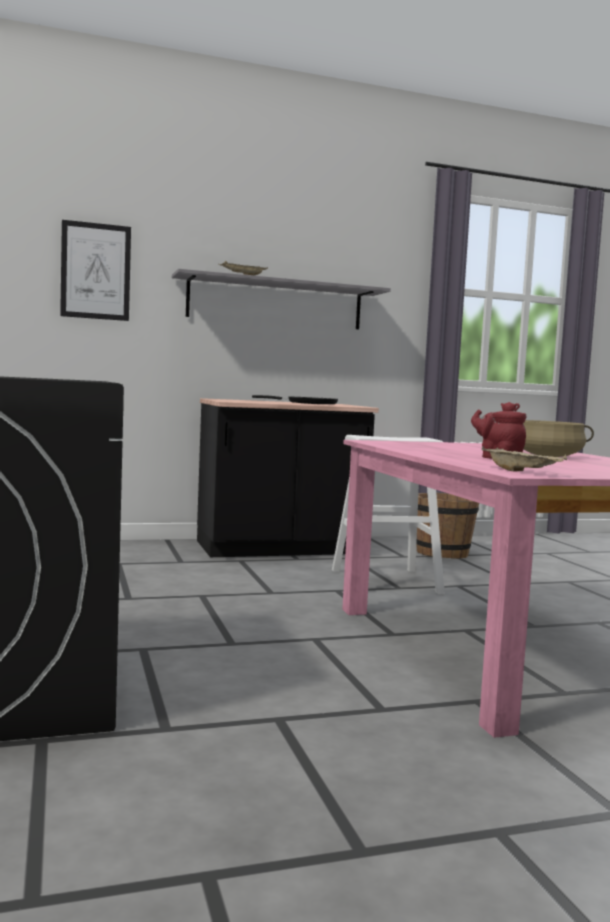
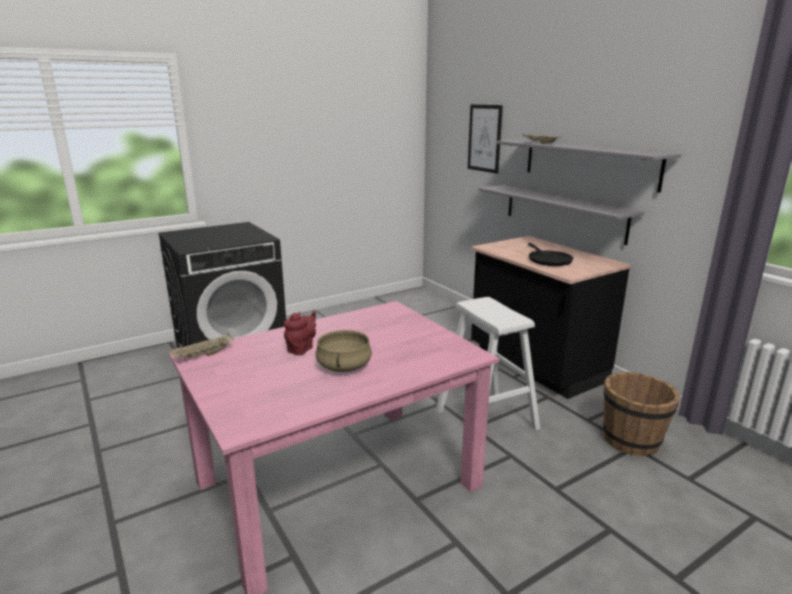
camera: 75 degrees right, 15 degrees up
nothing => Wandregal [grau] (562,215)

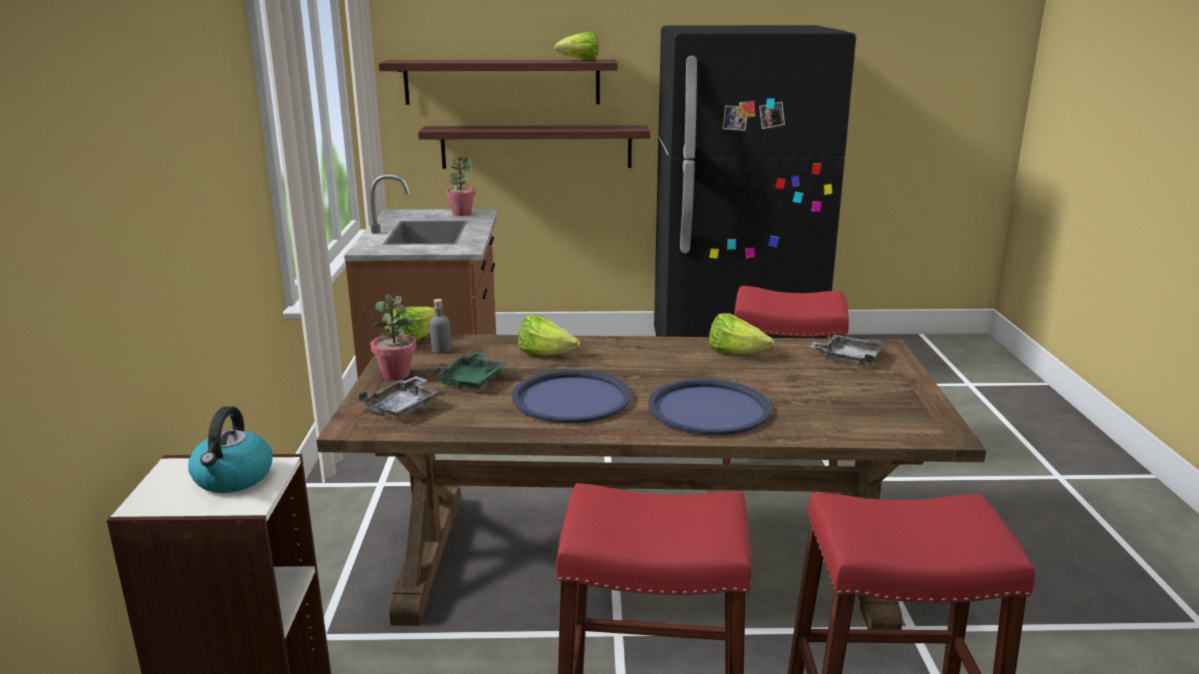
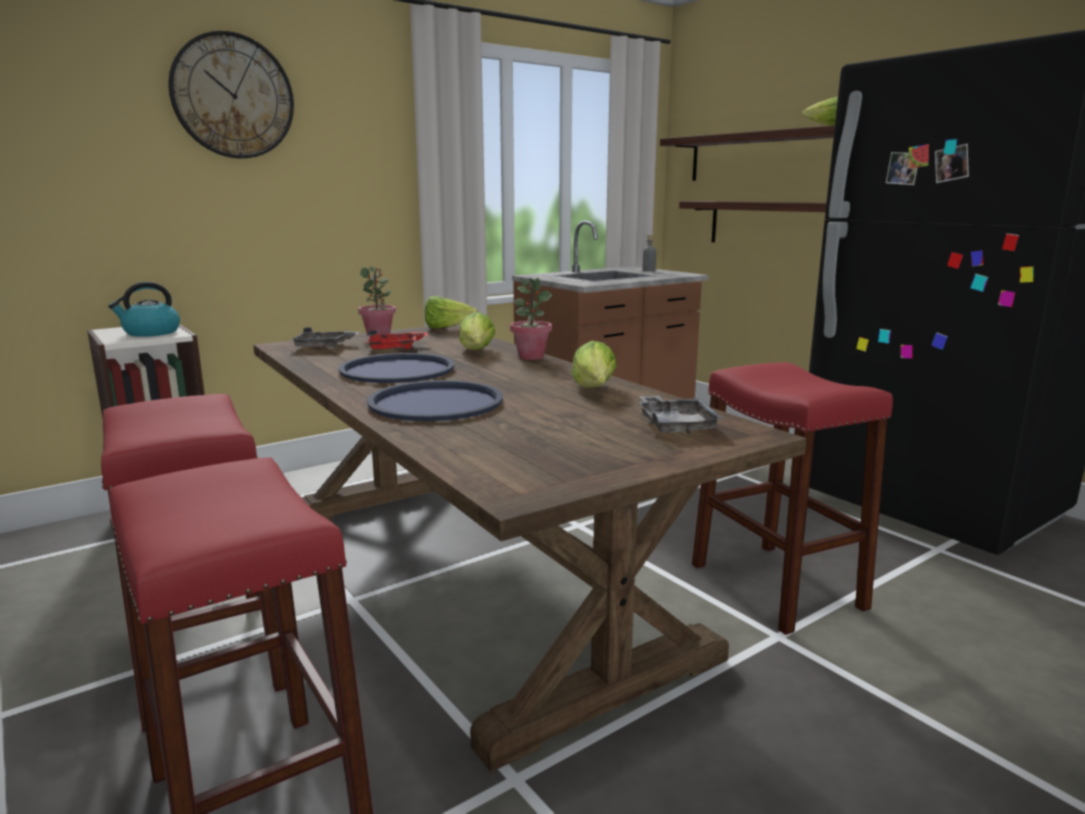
camera: 55 degrees right, 5 degrees down
Flasche [grau] (440,326) => Flasche [grau] (649,253), moved
Tablett [grün] (470,370) => Tablett [rot] (397,339)
Topfpflanze (460,186) => Topfpflanze (531,319), moved
nothing => Wanduhr (231,95)

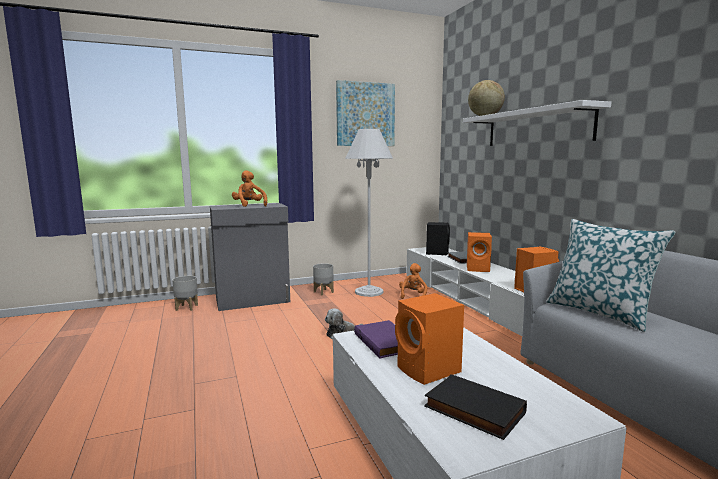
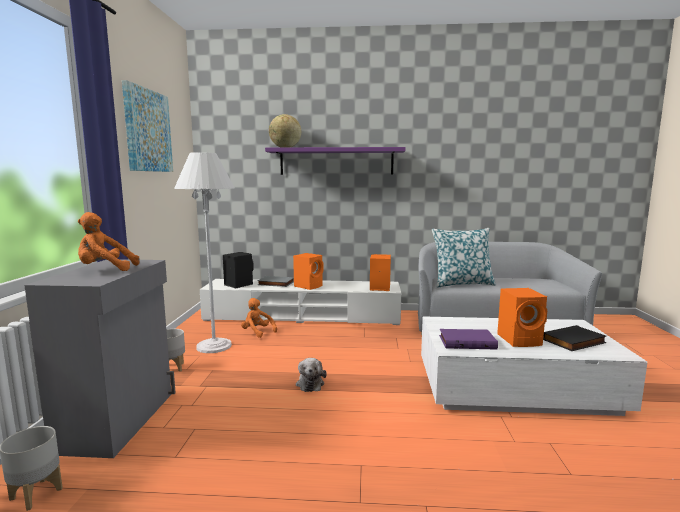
camera: 65 degrees left, 0 degrees up
Wandregal [weiß] (537,123) => Wandregal [lila] (335,161)

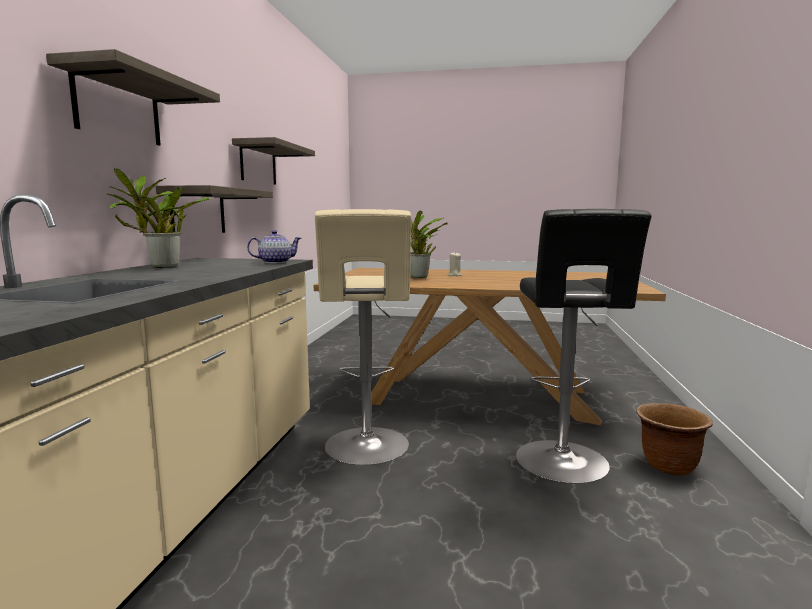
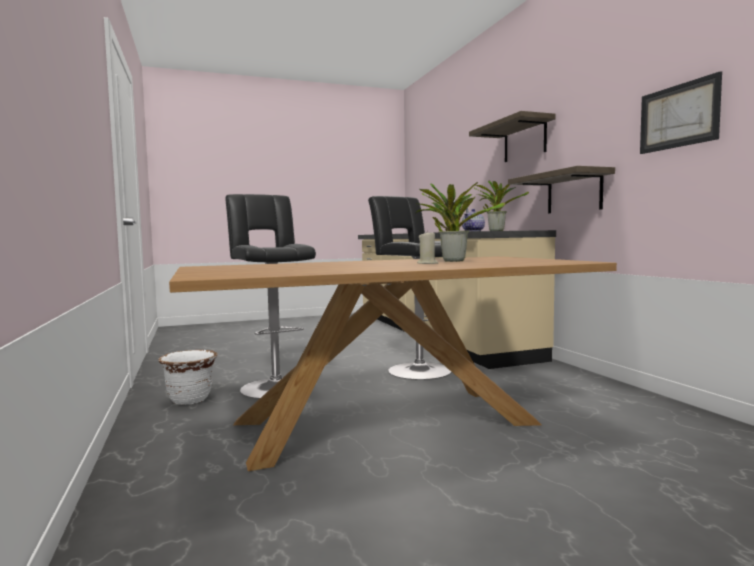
camera: 150 degrees right, 5 degrees down
Wandregal (273,161) => Bild (681,112)
Hocker [beige] (363,337) => Hocker [schwarz] (409,288)
Pflanzkübel [braun] (674,439) => Pflanzkübel [weiß] (188,377)

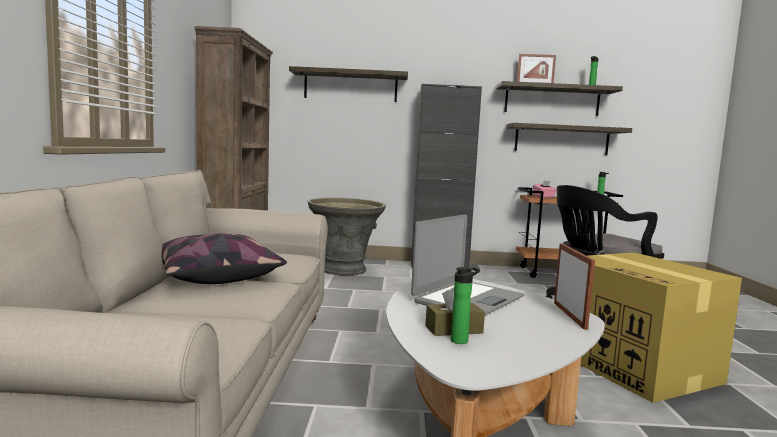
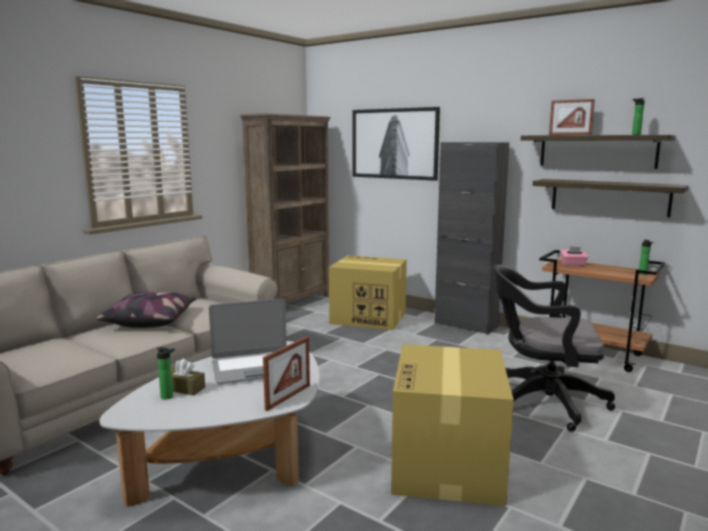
camera: 35 degrees right, 5 degrees up
Wandregal (348,84) => Bild (396,144)
Pflanzkübel [grau] (347,237) => Karton (368,293)

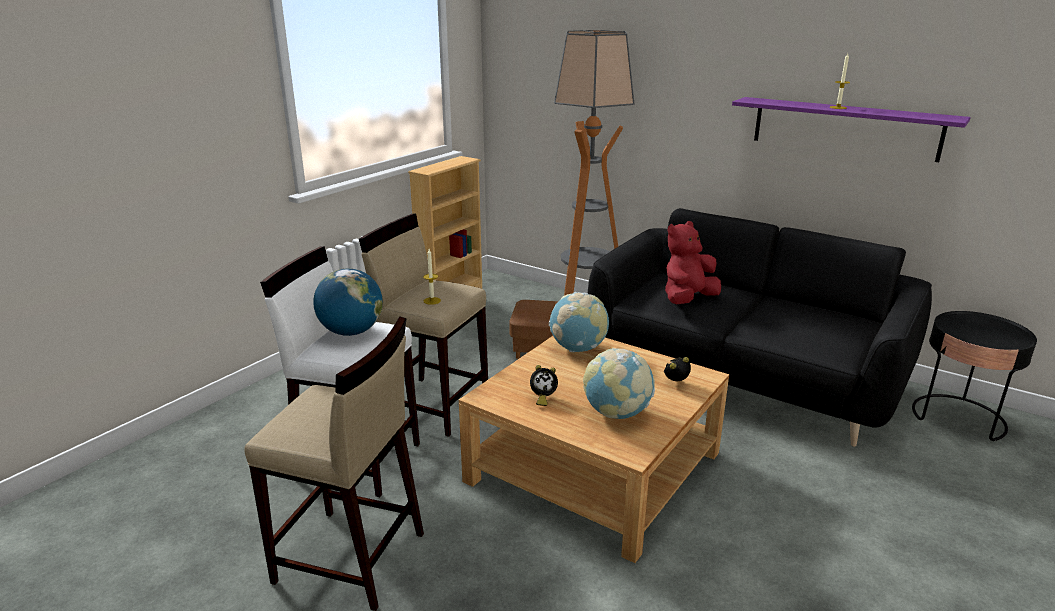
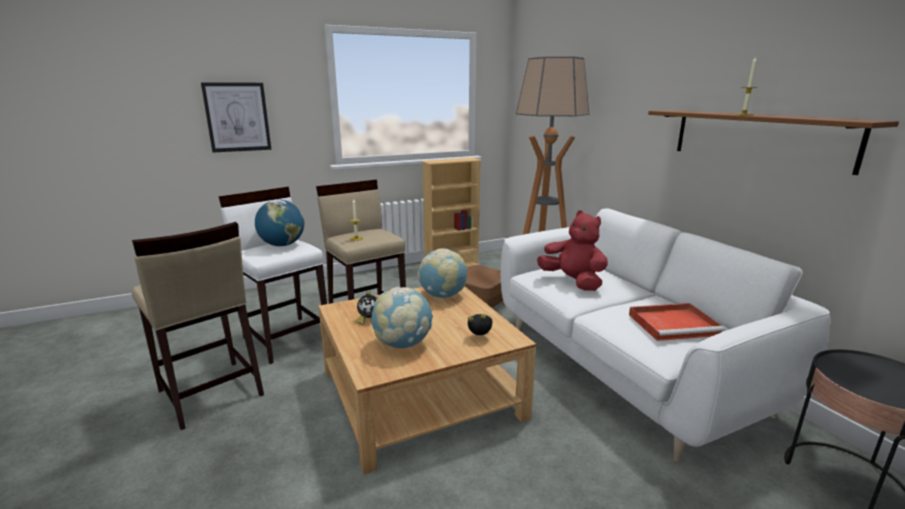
camera: 30 degrees right, 5 degrees down
Sofa [schwarz] (760,327) => Sofa [weiß] (665,334)
Plüschtier [rot] (693,262) => Plüschtier [rot] (572,250), 60 degrees clockwise
Wandregal [lila] (851,129) => Wandregal [braun] (773,142)
nothing => Bild (236,117)
nothing => Tablett [rot] (677,322)

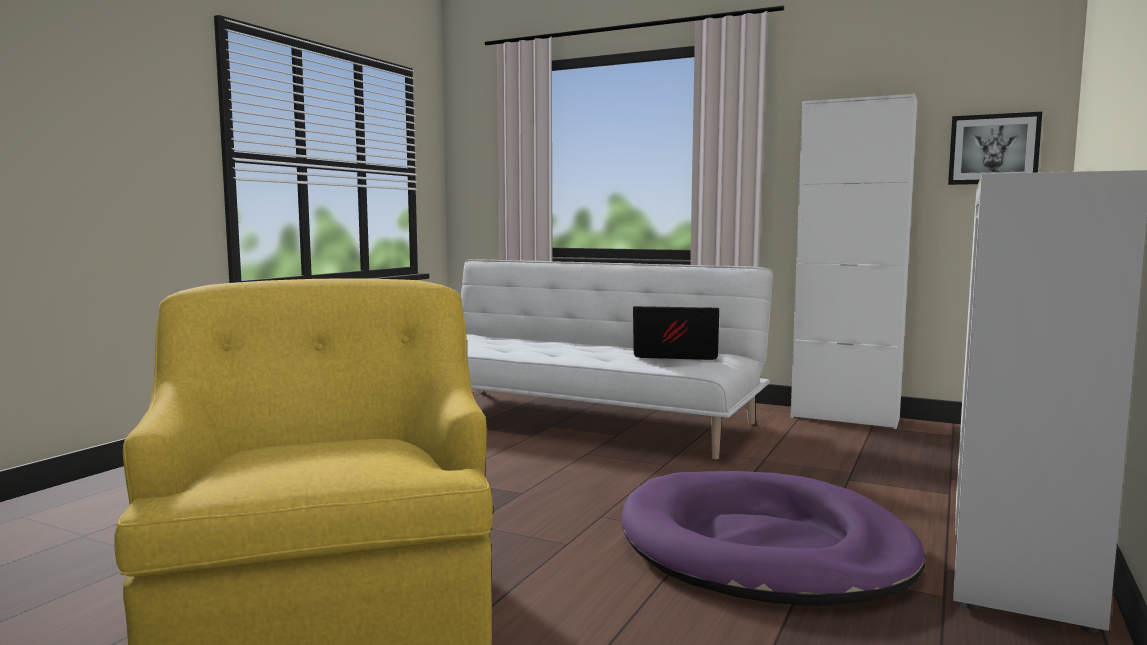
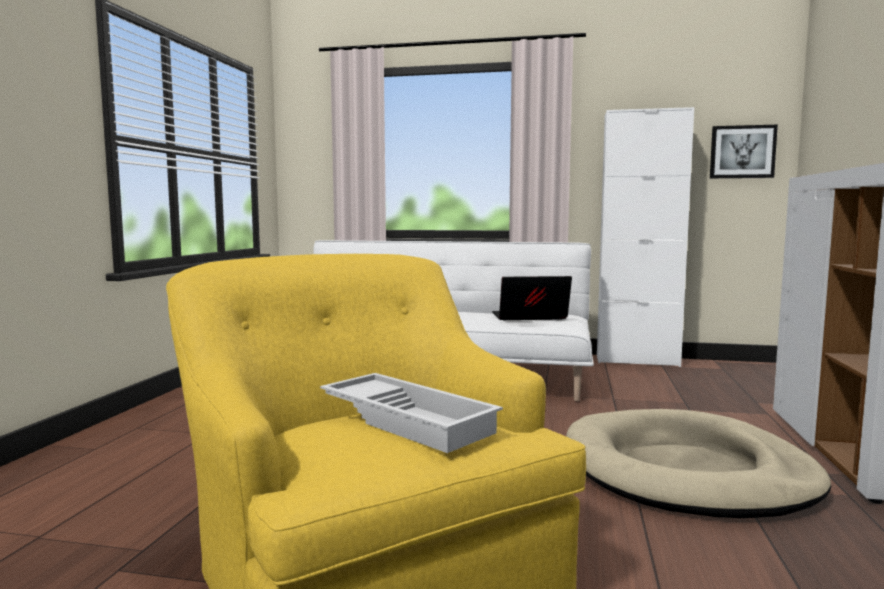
camera: 15 degrees left, 0 degrees up
Hundebett [lila] (773,538) => Hundebett [beige] (698,463)
nothing => Tablett [weiß] (411,413)

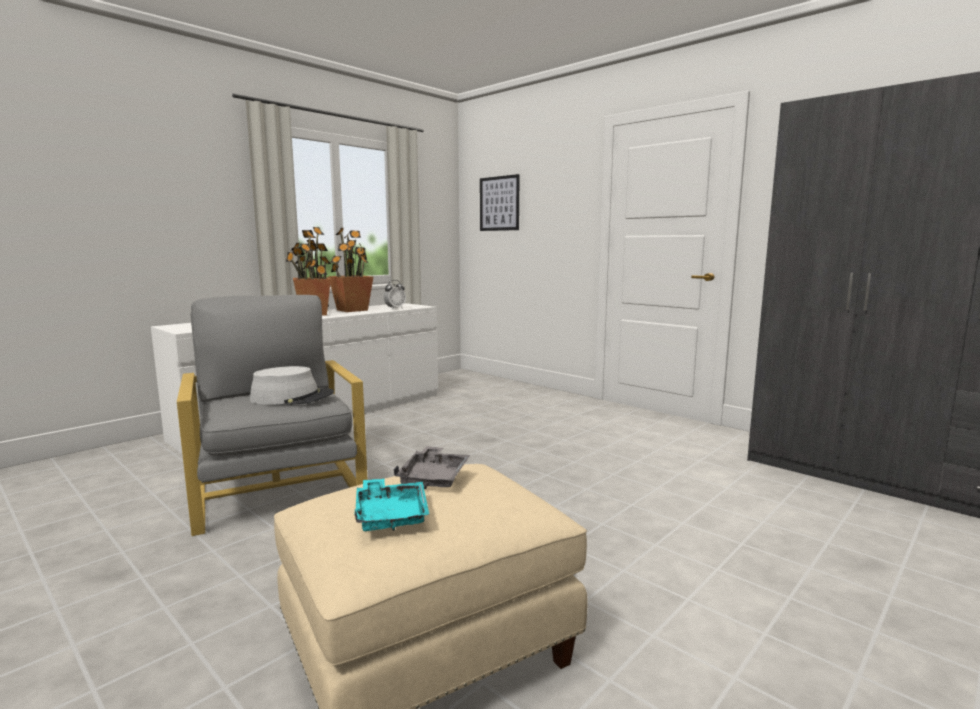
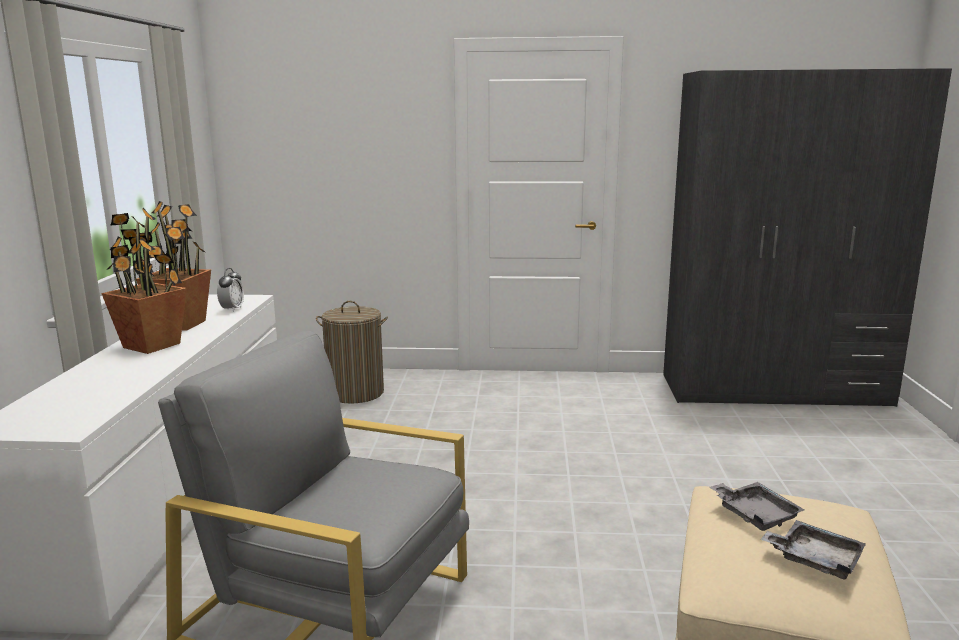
camera: 40 degrees left, 5 degrees up
Hut [grau] (292,385) => nothing
Tablett [türkis] (392,505) => Tablett [grau] (813,550)
Bild (500,202) => nothing
nothing => Wäschekorb (352,352)

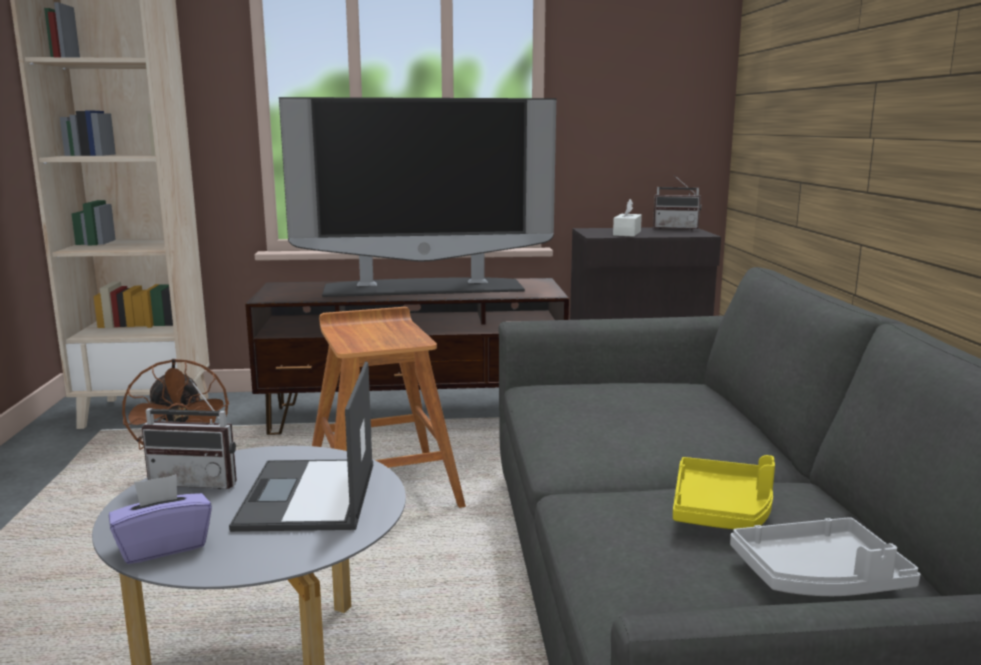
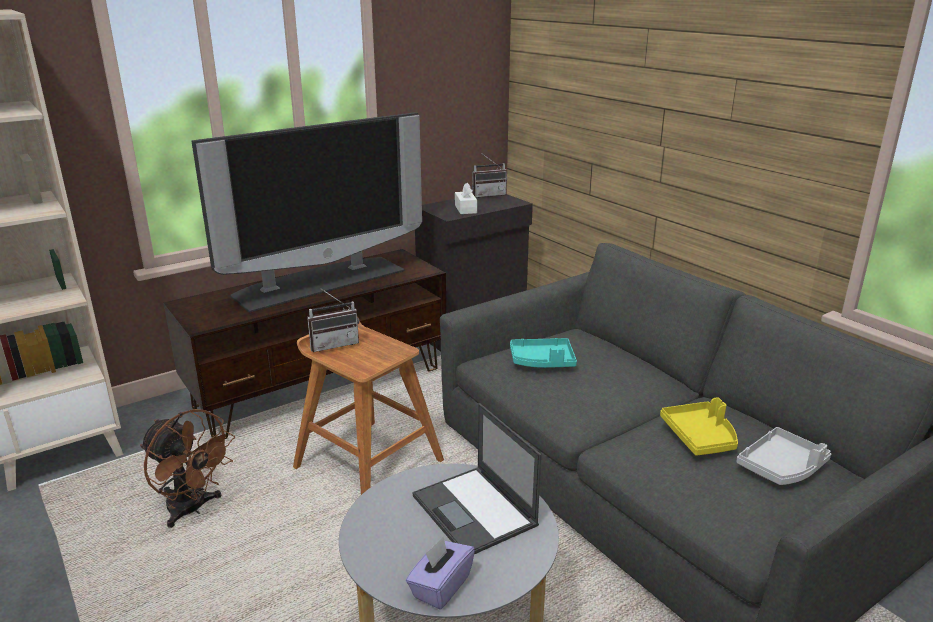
camera: 30 degrees left, 10 degrees up
Radio (189,434) => Radio (333,320), moved
nothing => Tablett [türkis] (543,353)

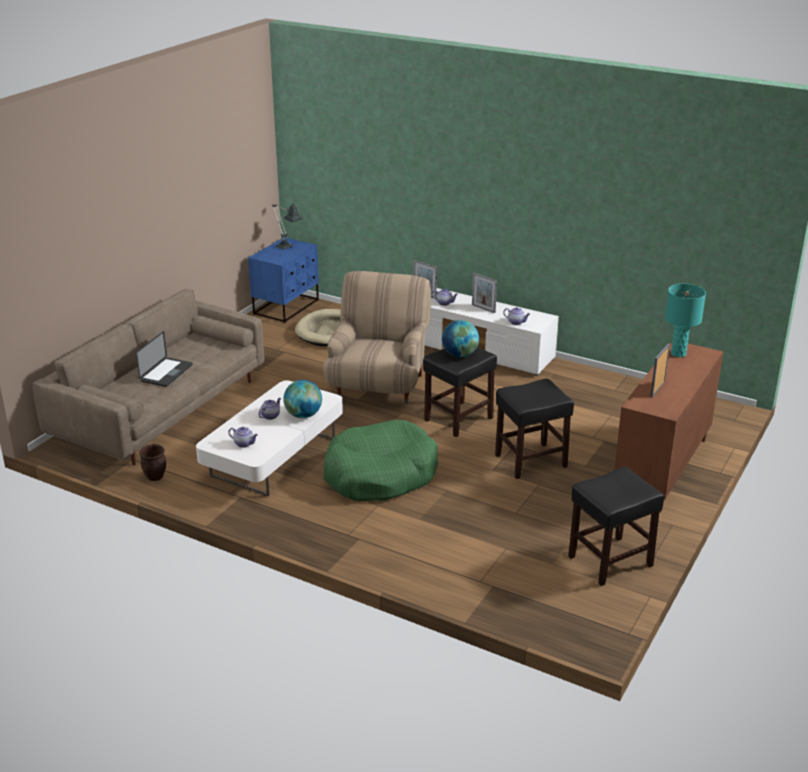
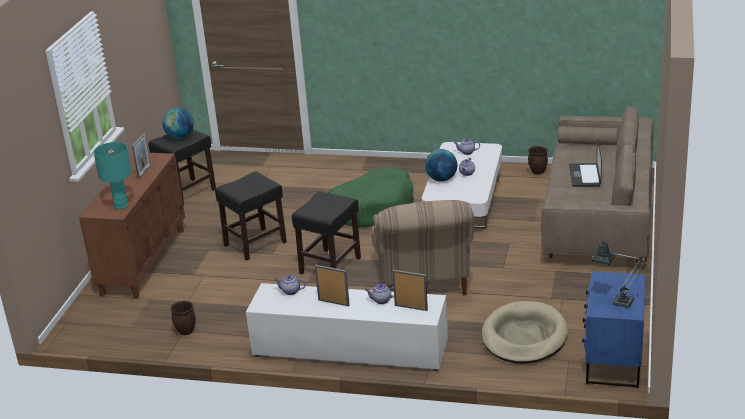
camera: 165 degrees right, 0 degrees up
Globus (460,338) => Globus (178,123), moved
nothing => Pflanzkübel [braun] (183,318)

